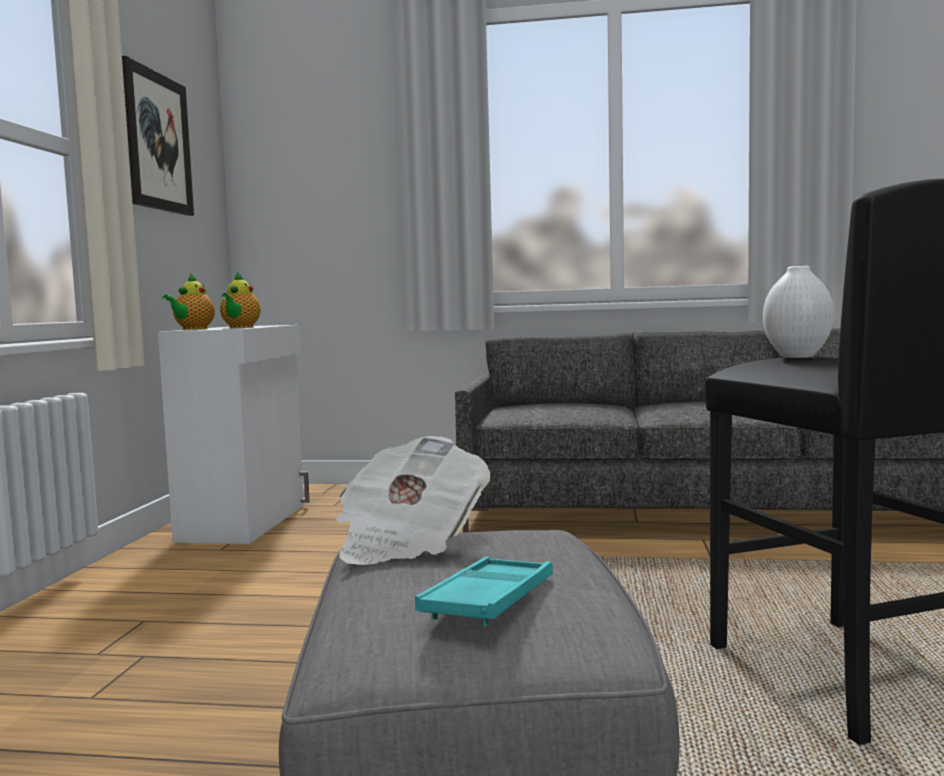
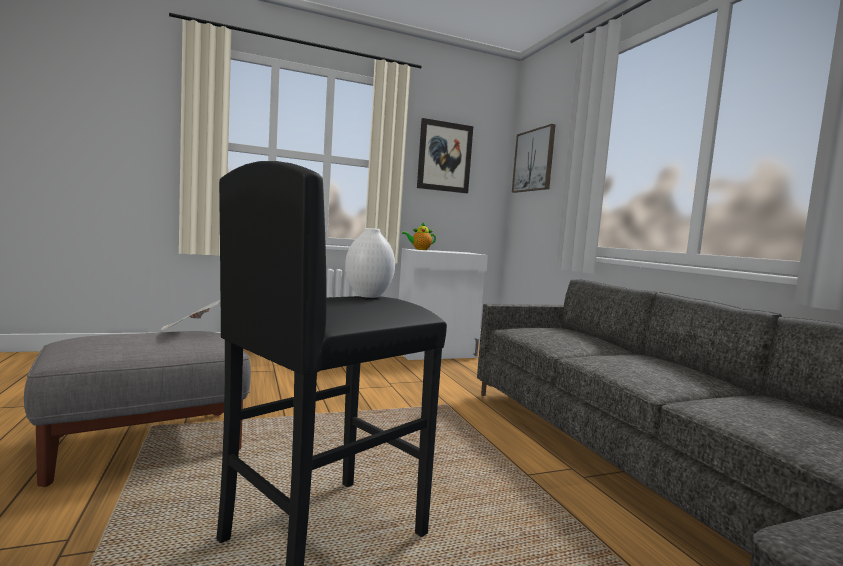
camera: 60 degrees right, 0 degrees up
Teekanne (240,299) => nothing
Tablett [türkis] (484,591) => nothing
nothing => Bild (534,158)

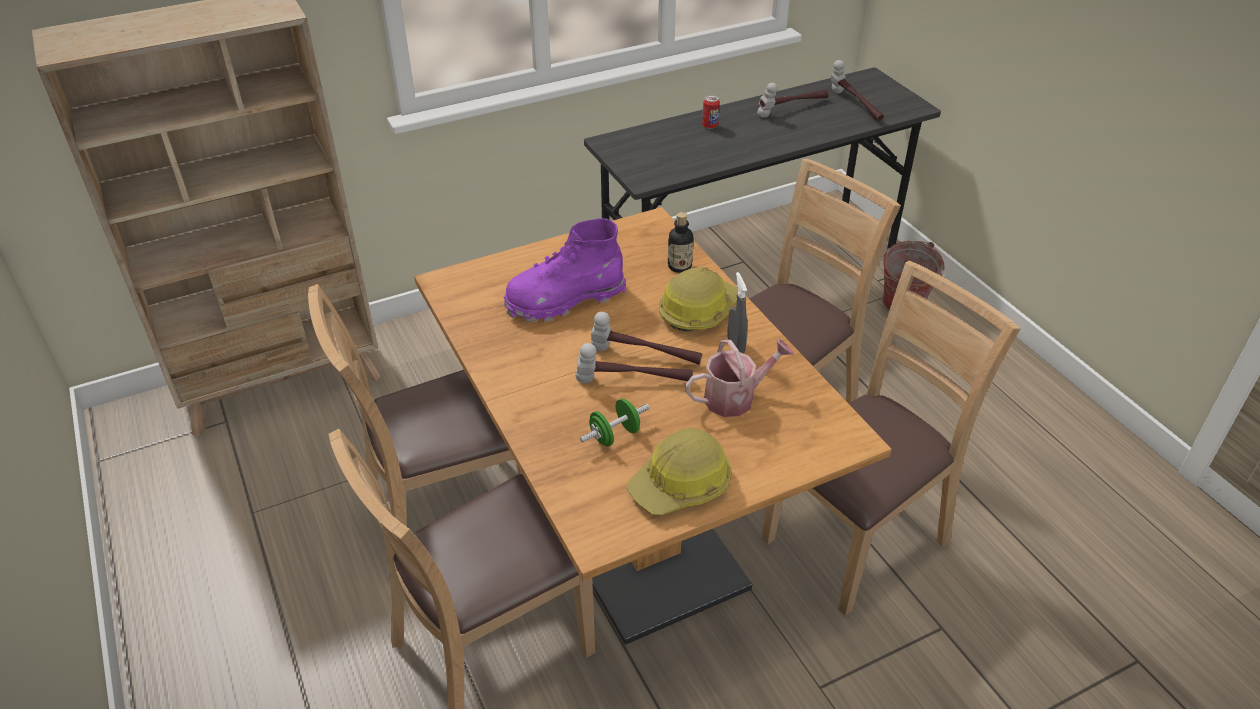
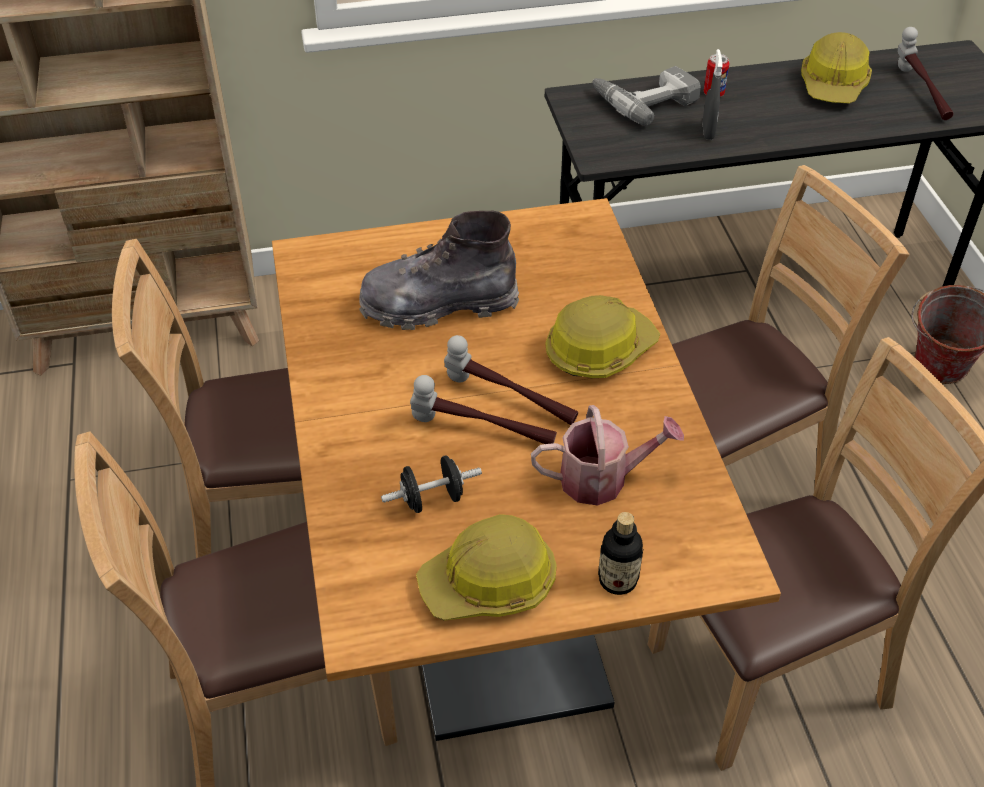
camera: 15 degrees right, 5 degrees up
Stiefel [lila] (565,270) => Stiefel [grau] (439,270)
Hantel [grün] (615,422) => Hantel [schwarz] (431,484)
Flasche (681,242) => Flasche (621,553), moved
Sprühflasche [grau] (738,313) => Sprühflasche [grau] (712,94), moved
Hammer (793,100) => Schutzhelm (836,68)
nothing => Bohrmaschine (647,96)

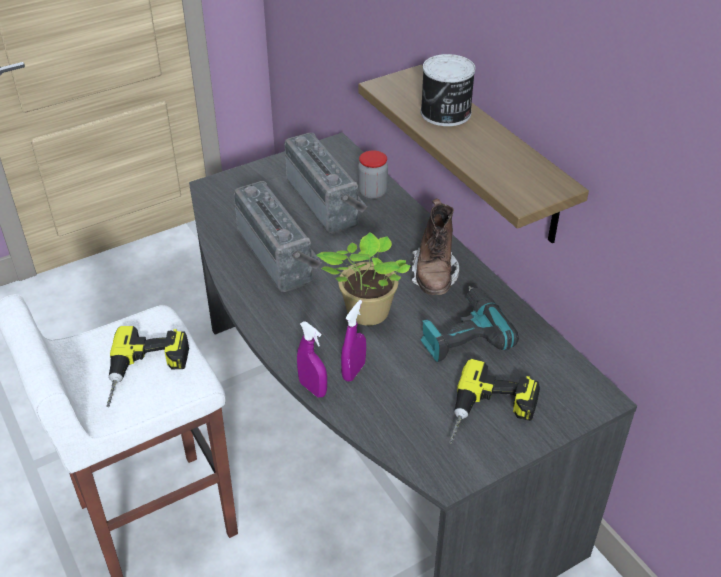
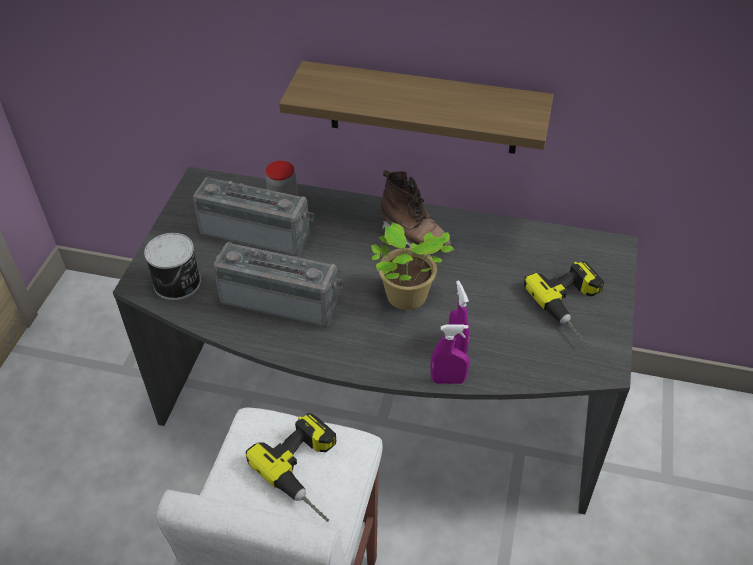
camera: 45 degrees left, 5 degrees up
Dose (448,90) => Dose (172,266), moved
Bohrmaschine (470,324) => nothing

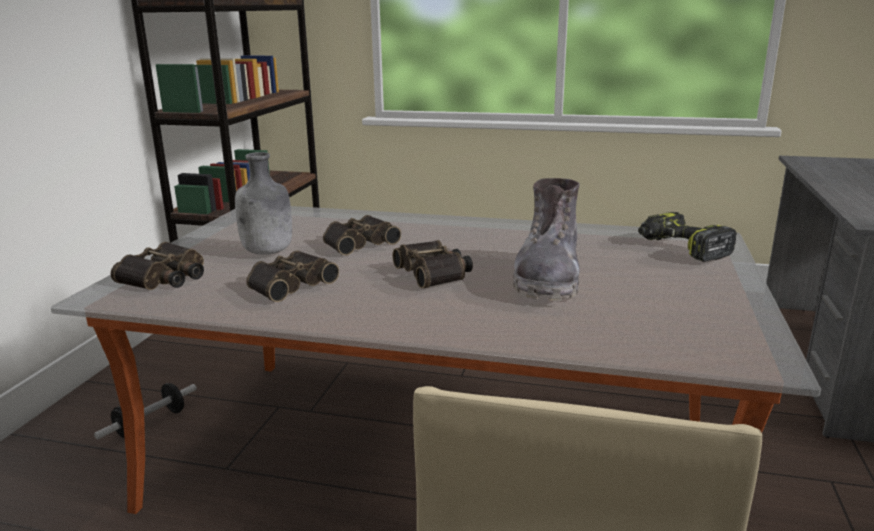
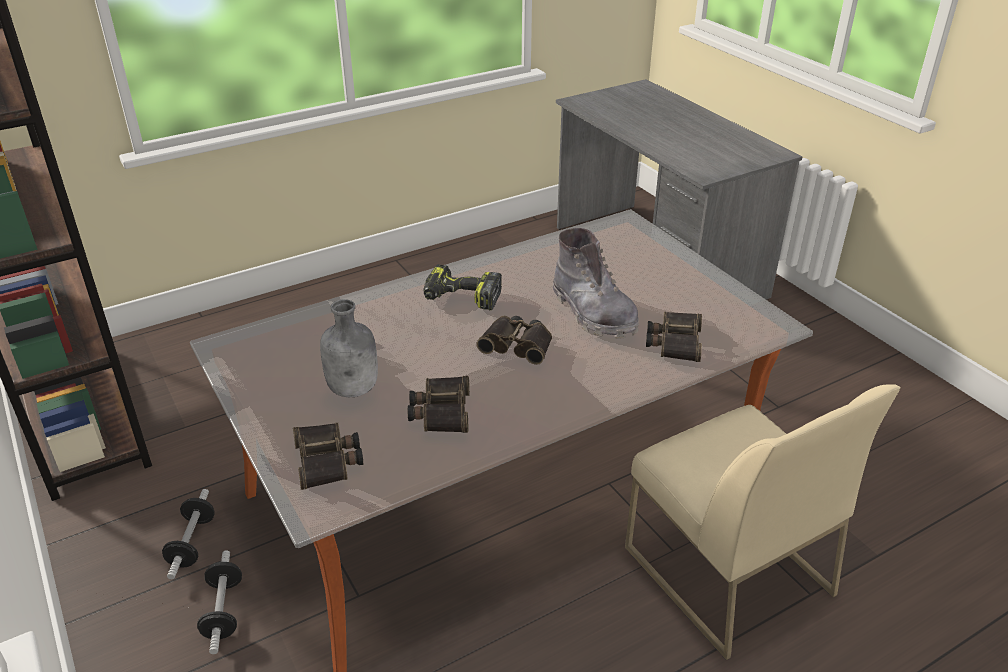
camera: 45 degrees left, 15 degrees up
Fernglas (362,235) => Fernglas (674,337), moved
Bohrmaschine (687,237) => Bohrmaschine (463,287), moved
nothing => Hantel (188,534)

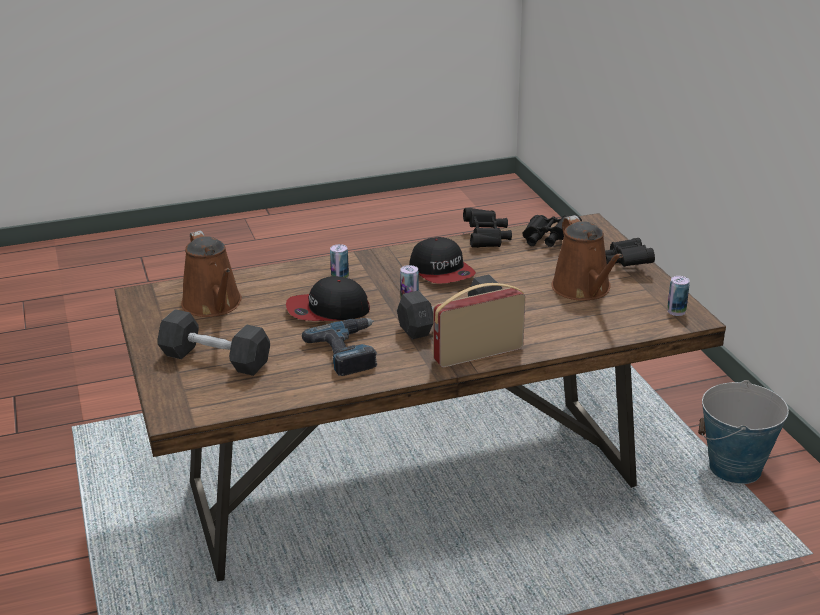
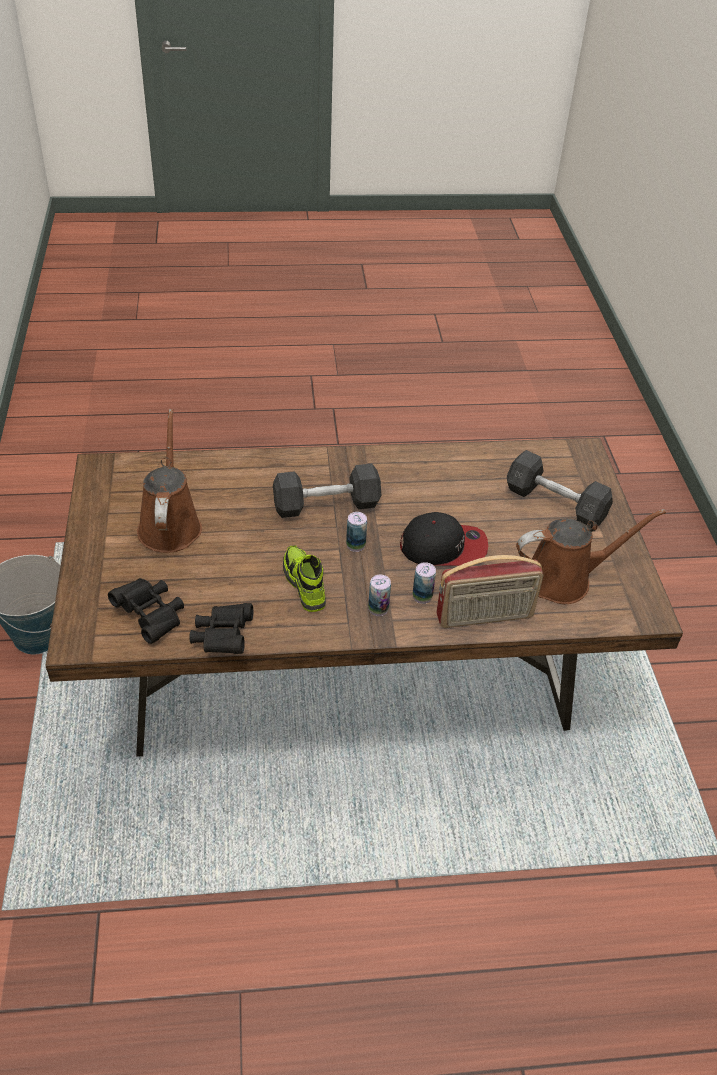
camera: 170 degrees left, 15 degrees up
Gießkanne [braun] (211,273) => Gießkanne [braun] (591,556), 90 degrees clockwise
Bohrmaschine (339,347) => nothing
Kappe (442,260) => Schuh (304,578)
Radio (479,325) => Radio (489,591), moved
Fernglas [schwarz] (630,252) => nothing
Dose (678,296) => Dose (379,595), moved

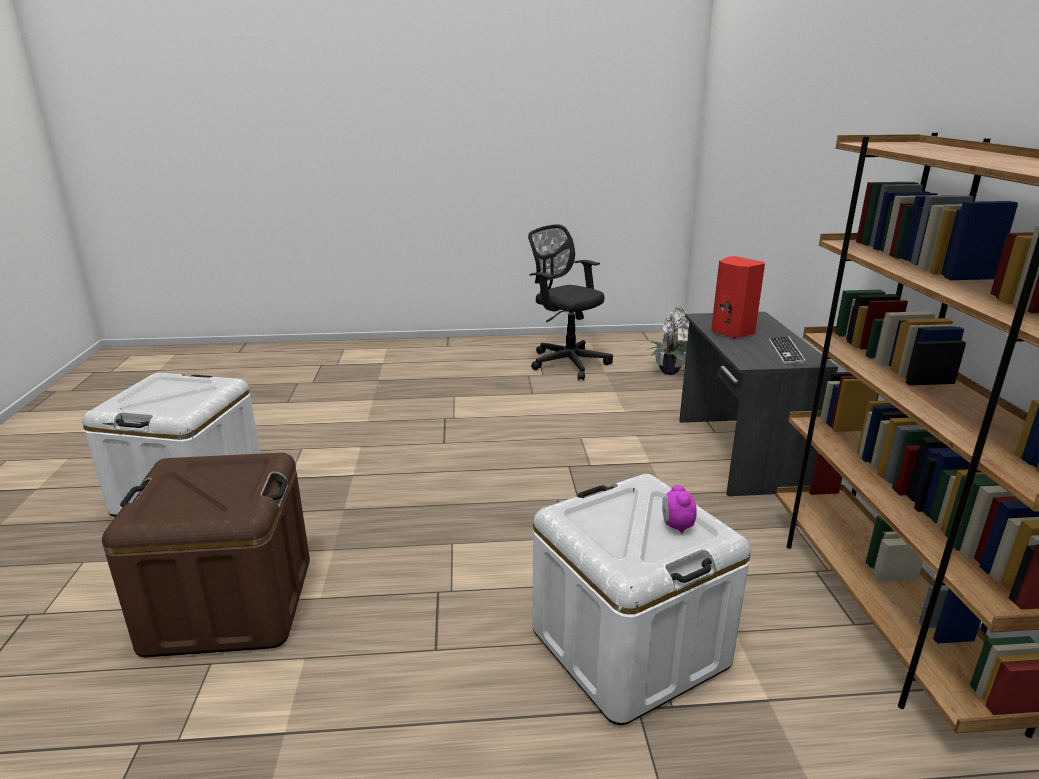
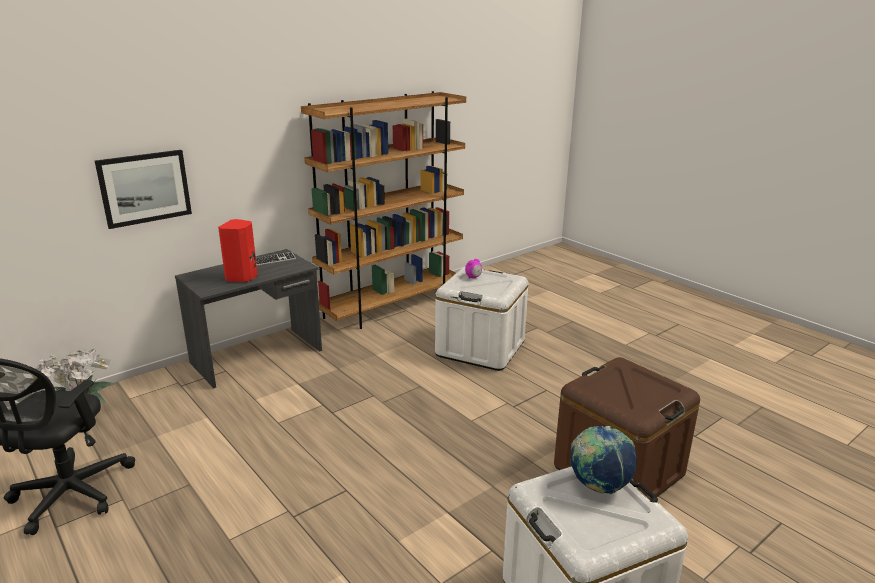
camera: 125 degrees left, 0 degrees up
nothing => Bild (143,189)
nothing => Globus (603,460)

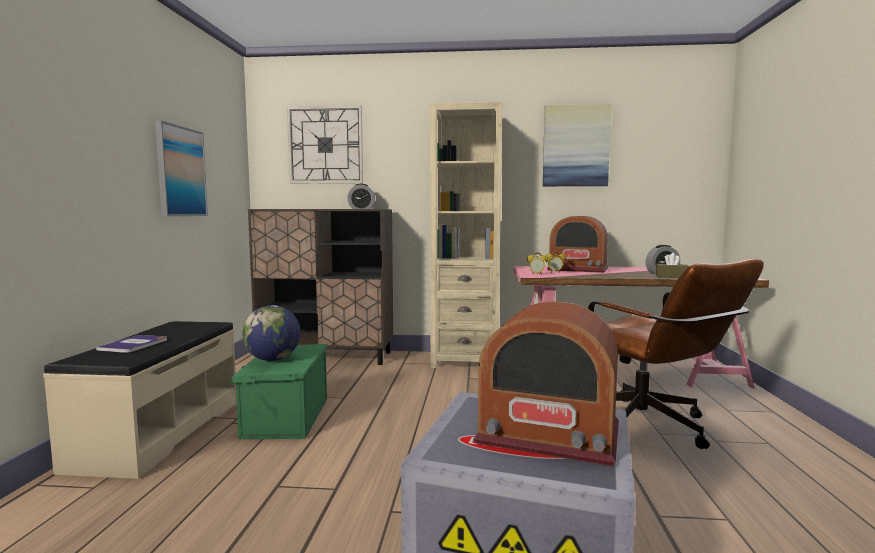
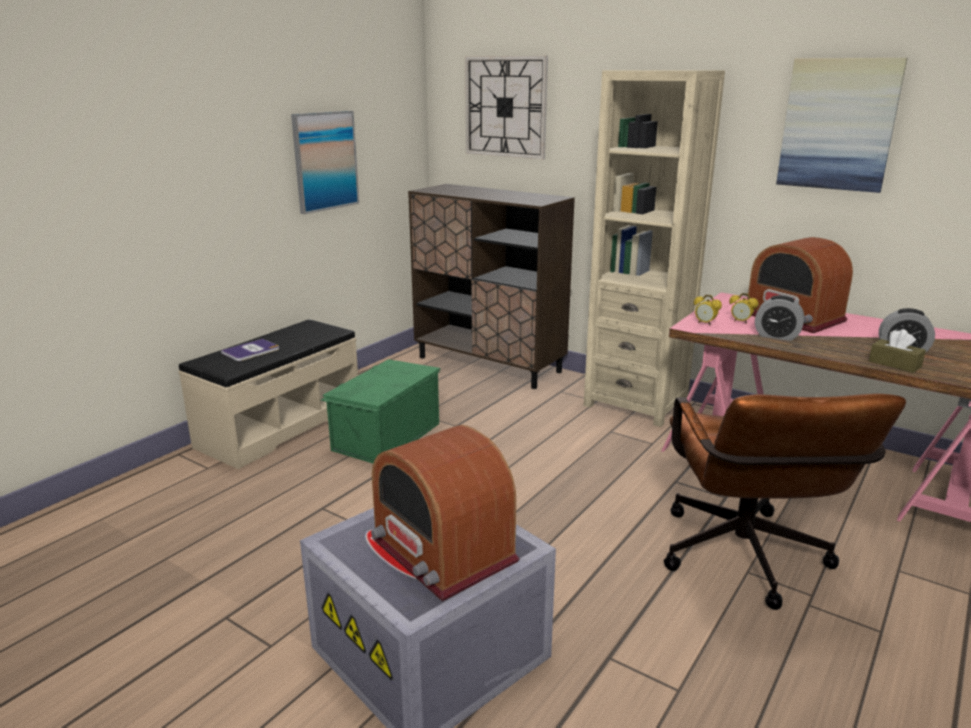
camera: 30 degrees right, 15 degrees up
Globus (271,333) => nothing
Wecker (361,196) => Wecker (780,318), moved

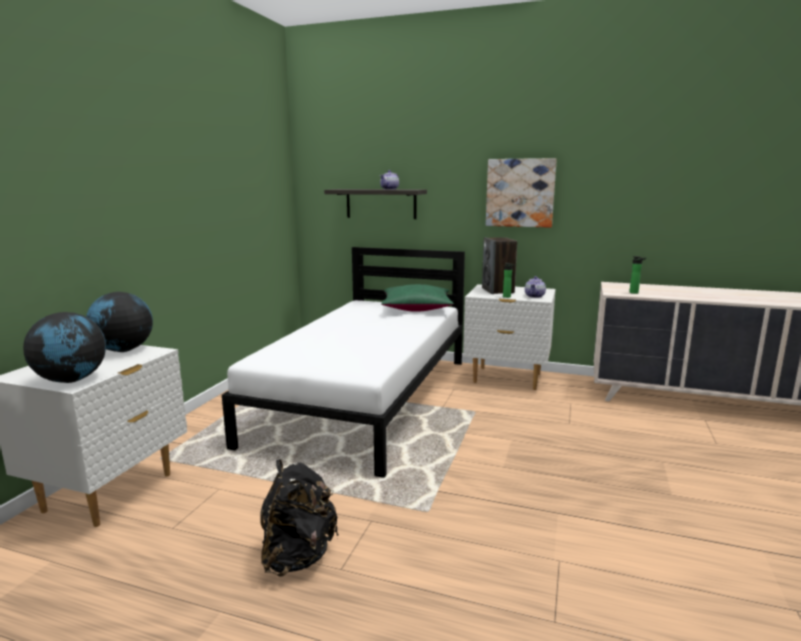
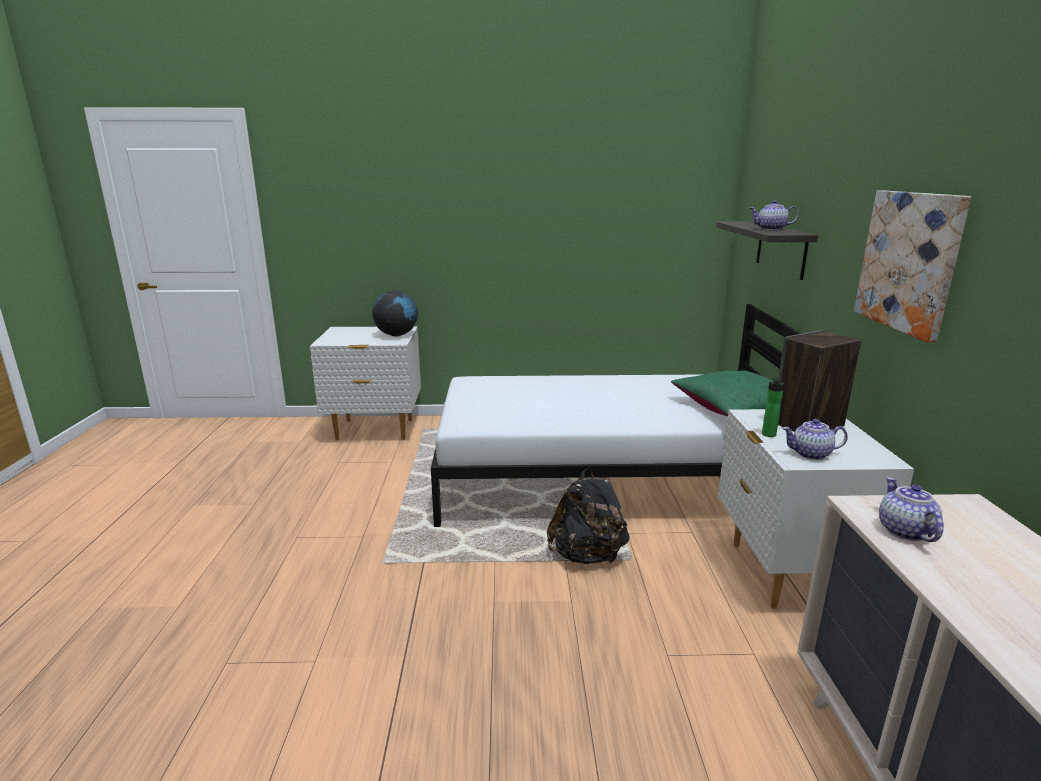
camera: 70 degrees right, 5 degrees up
Globus (64,347) => nothing
Rucksack [schwarz] (299,518) => Rucksack [schwarz] (588,515), moved
Flasche (637,275) => Teekanne (911,509)

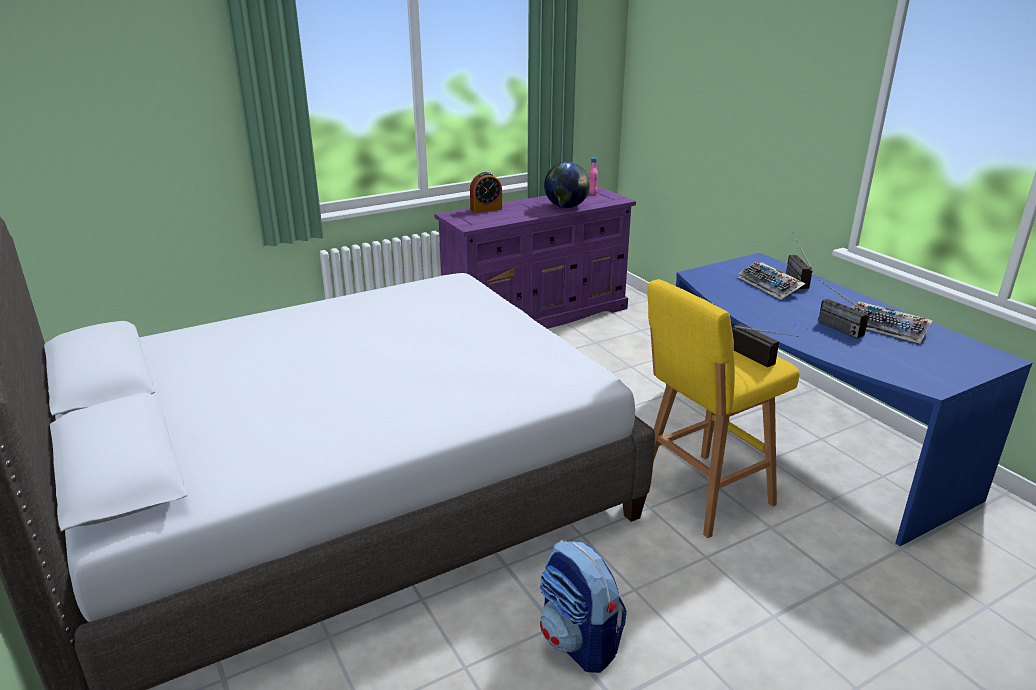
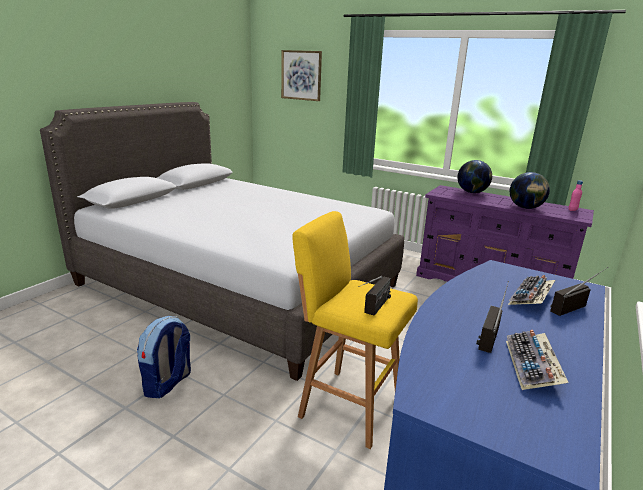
camera: 60 degrees right, 5 degrees down
Wecker (486,192) => Globus (475,176)
nothing => Bild (301,75)

